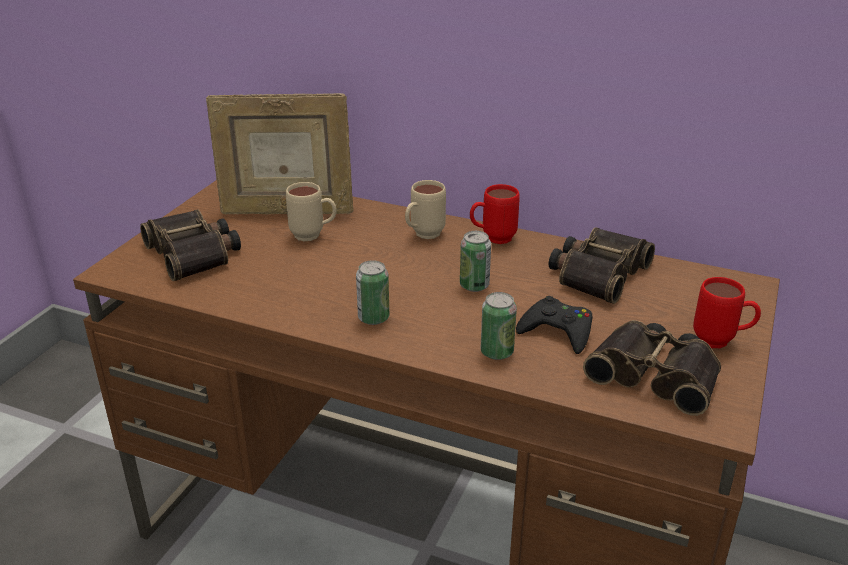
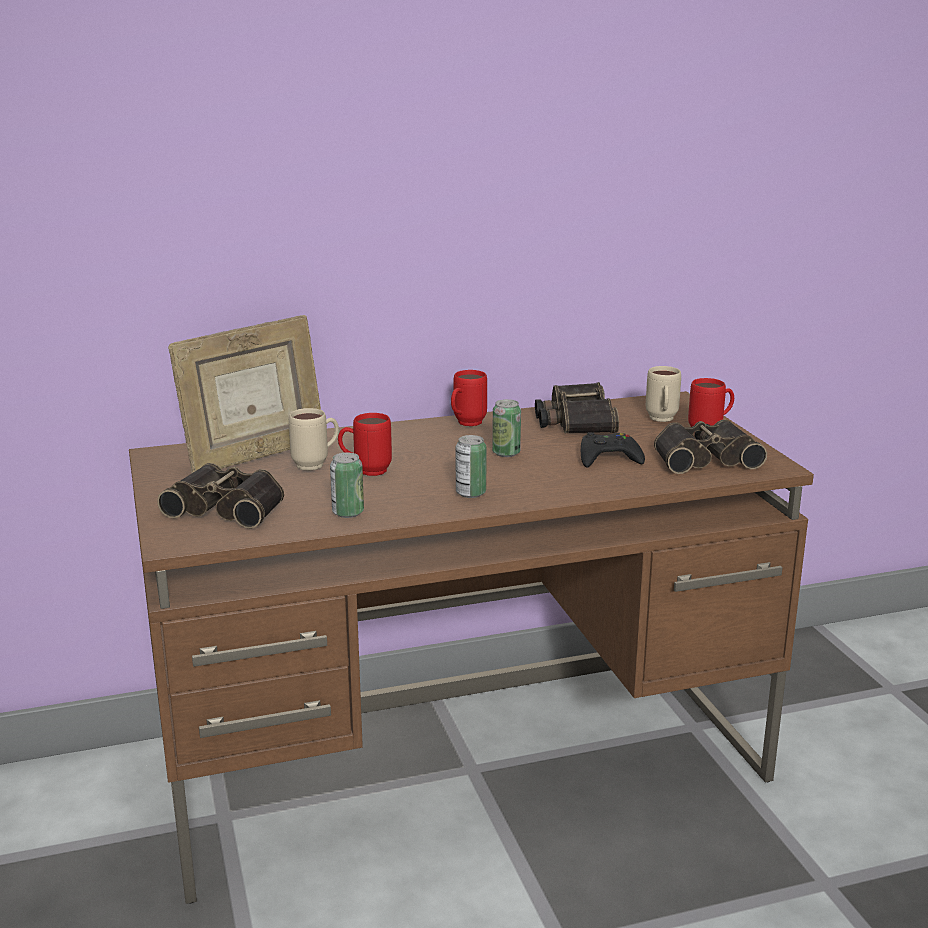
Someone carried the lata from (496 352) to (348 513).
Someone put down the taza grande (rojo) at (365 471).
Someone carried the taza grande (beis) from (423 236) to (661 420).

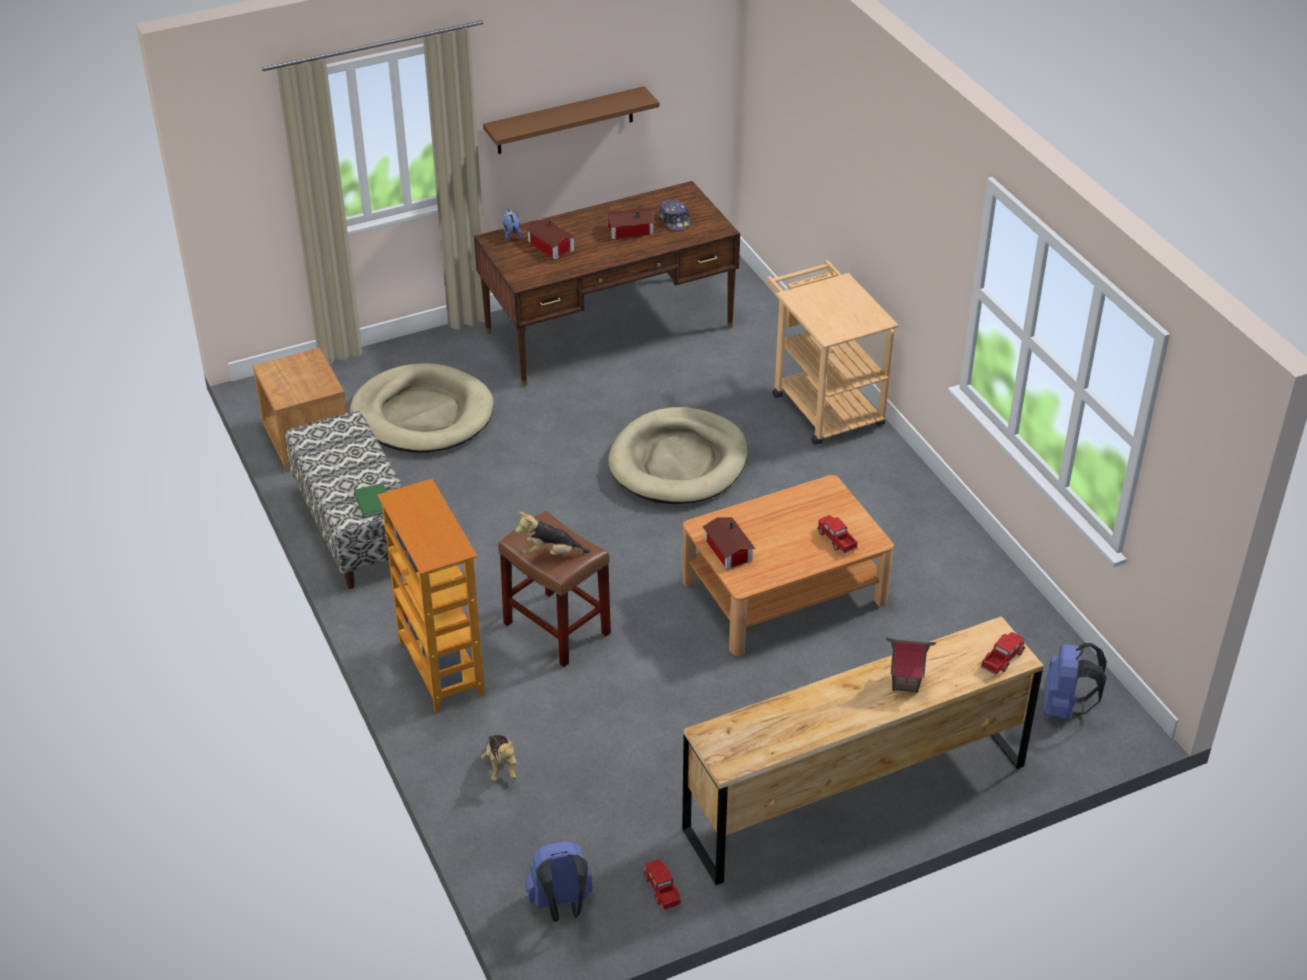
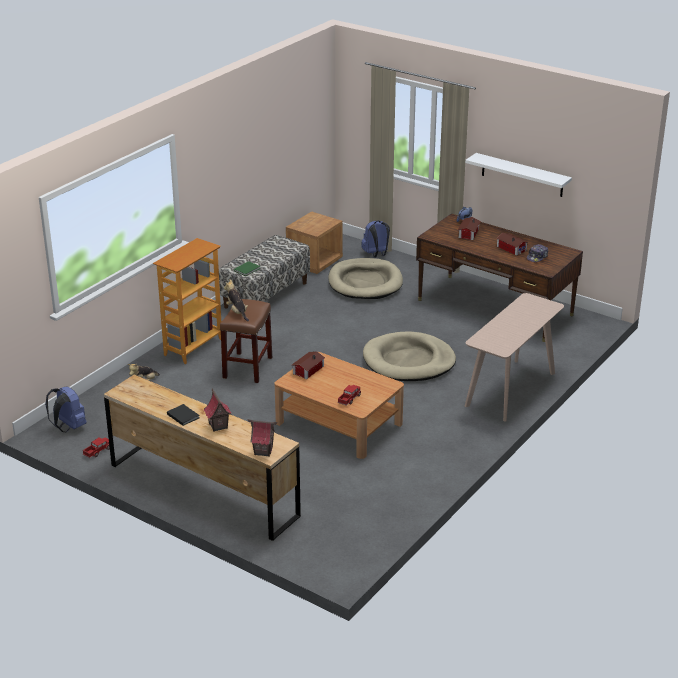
Someone put down the libro (negro) at (183 415).
Someone swapped the camión de juguete at (1002 659) for the casita at (263 451).
Someone carried the mochila (azul) from (1065 707) to (376 254).
Someone repainted the estante (marrón) at (565 120), which became the estante (blanco) at (522 175).
Someone swapped the carrito (beis) at (822 404) for the mesa consola (beis) at (511 389).

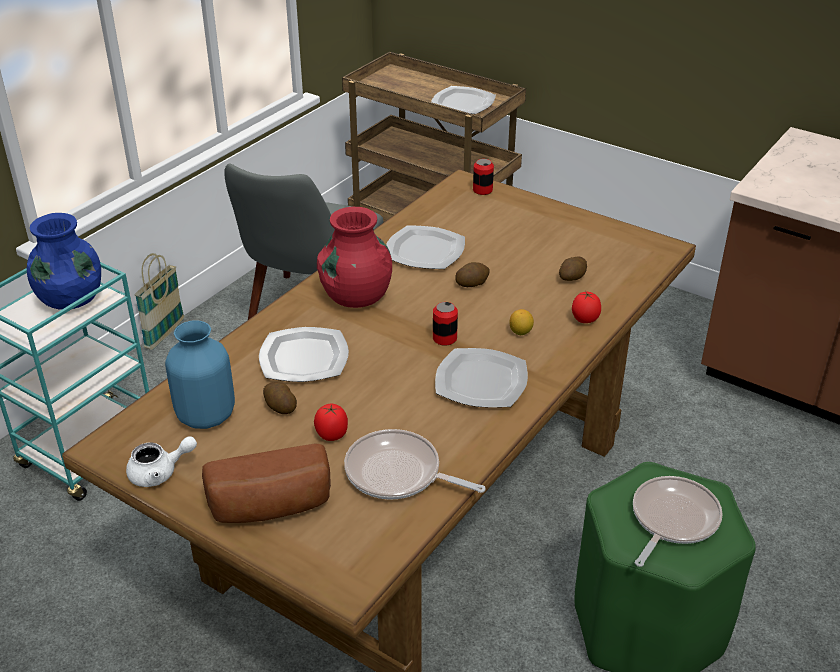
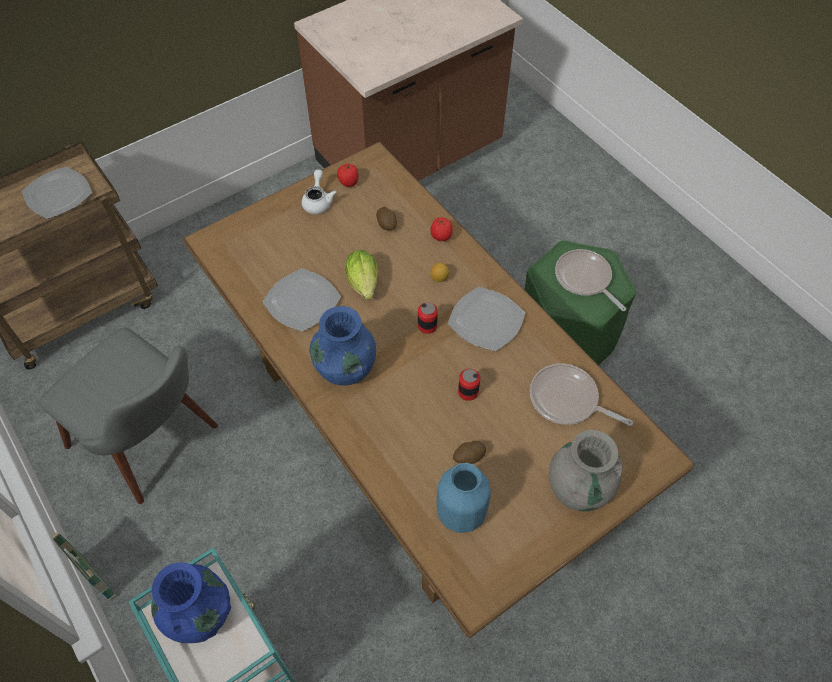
Someone carried the tetera (blanco) from (160 473) to (318 201).
Someone repainted the florero (rojo) at (356 297), which became the florero (azul) at (345 367).
Someone carried the tomate from (332 435) to (348 183).
Someone swapped the patata at (472 283) for the lechuga at (364 286).
Someone carried the lata from (482 190) to (468 392).
Someone rotated the sartén at (398 474) by 75 degrees clockwise.
Someone swapped the pan at (271 507) for the florero (gris) at (579 488).
Someone took away the plato at (303 357).

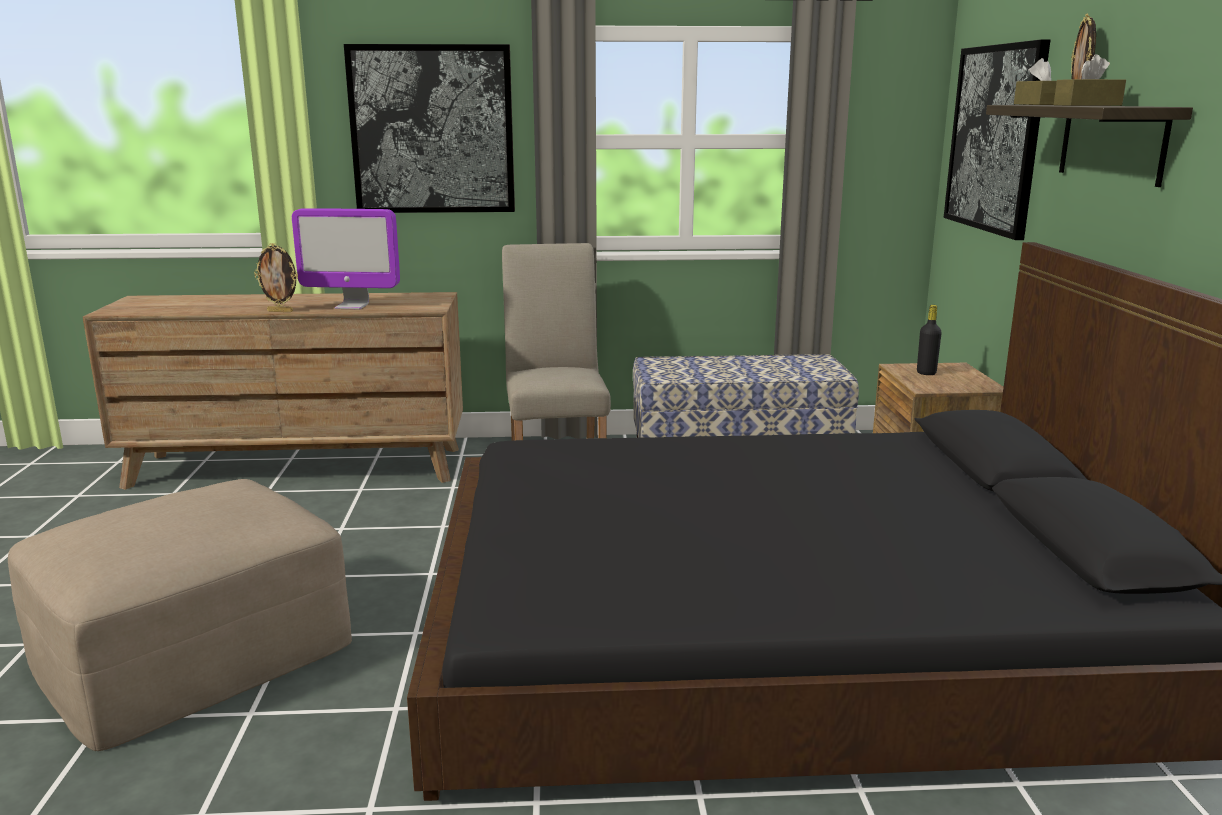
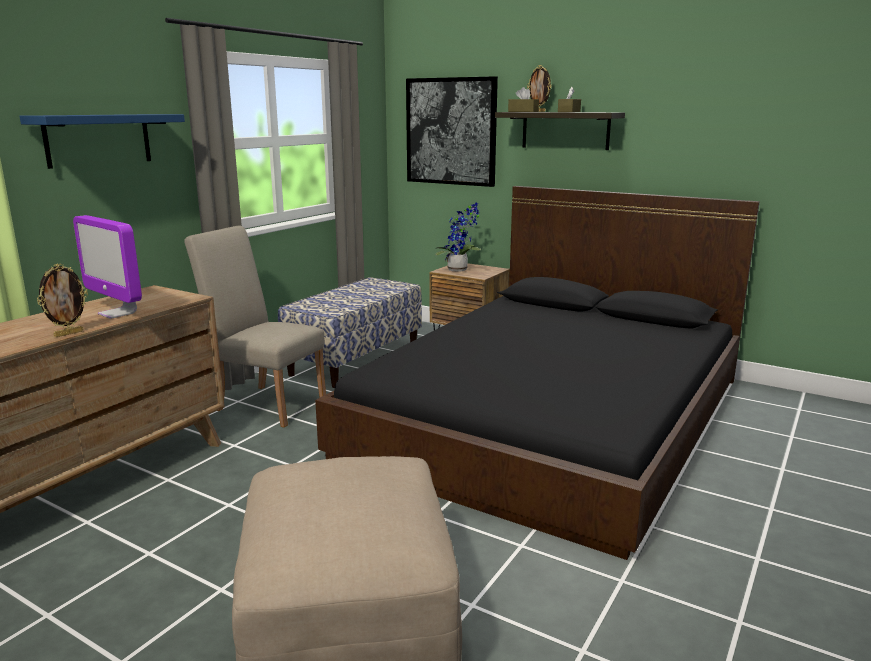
Someone swapped the cuadro at (432 130) for the estante (azul) at (98 139).
Someone rotated the monitor at (352 306) by 90 degrees clockwise.
Someone swapped the botella (negro) at (926 373) for the planta en maceta at (460 270).

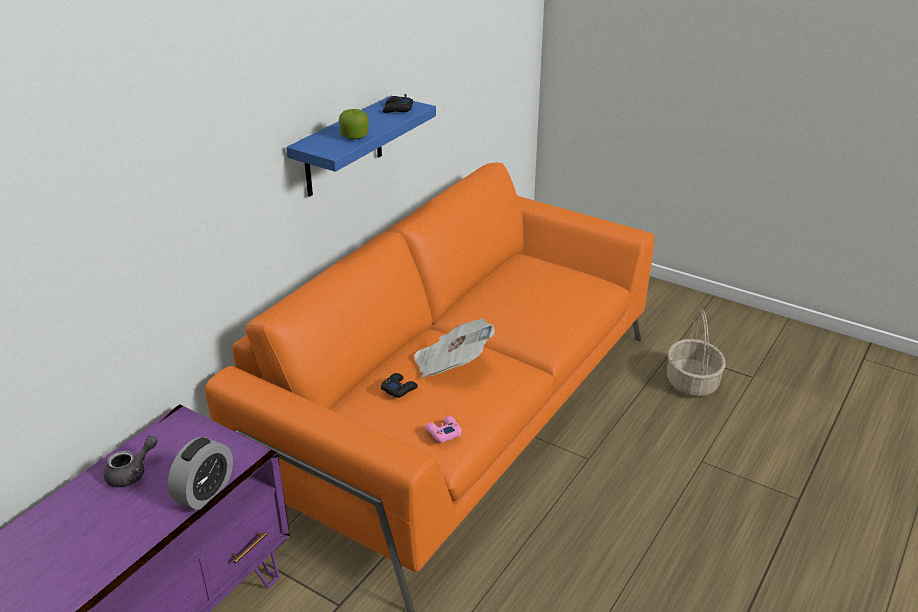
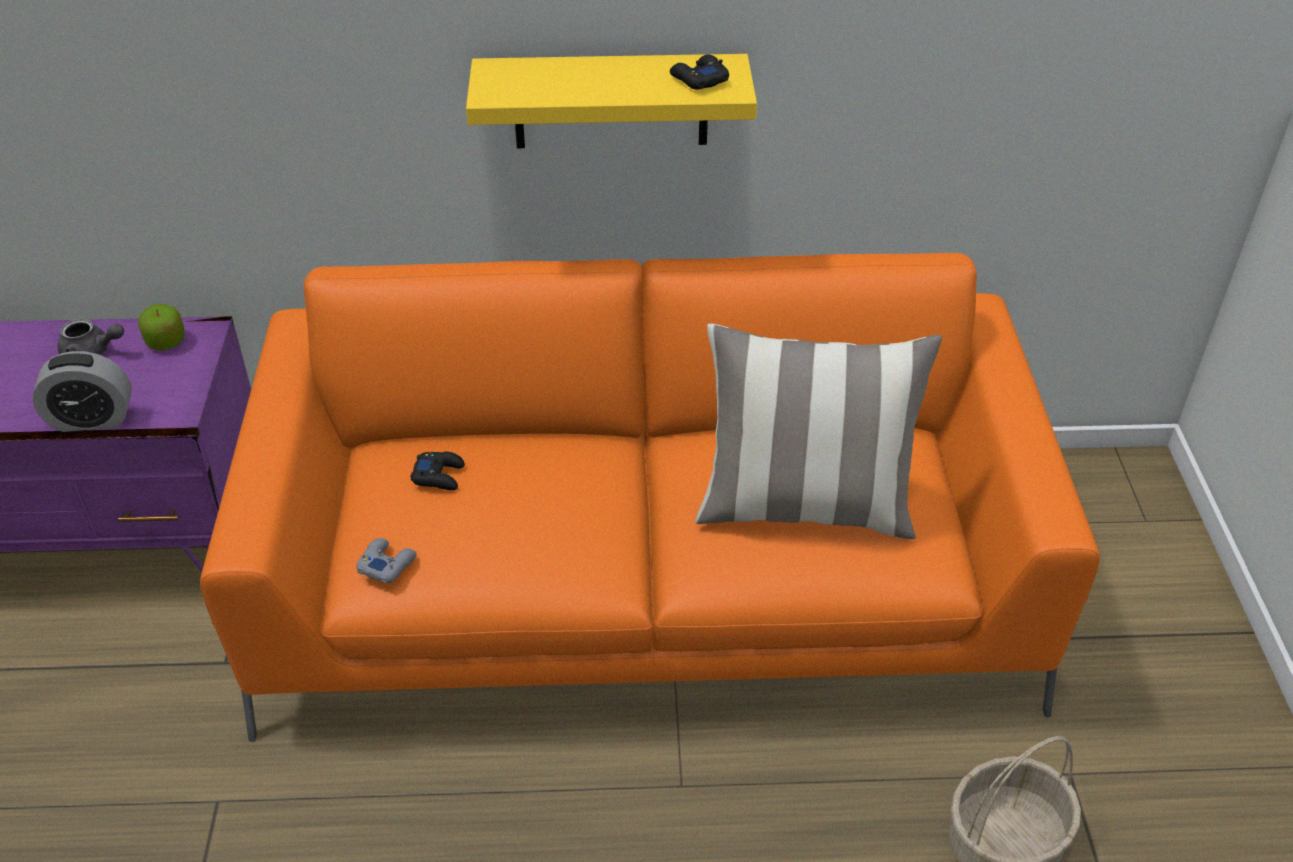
Someone carried the manzana from (354 136) to (166 342).
Someone repainted the mando de consola (rosa) at (443 432), which became the mando de consola (gris) at (386 564).
Someone repainted the estante (azul) at (343 147), which became the estante (amarillo) at (611 101).
Someone put down the cojín at (805 506).
Someone took away the periódico at (452 365).

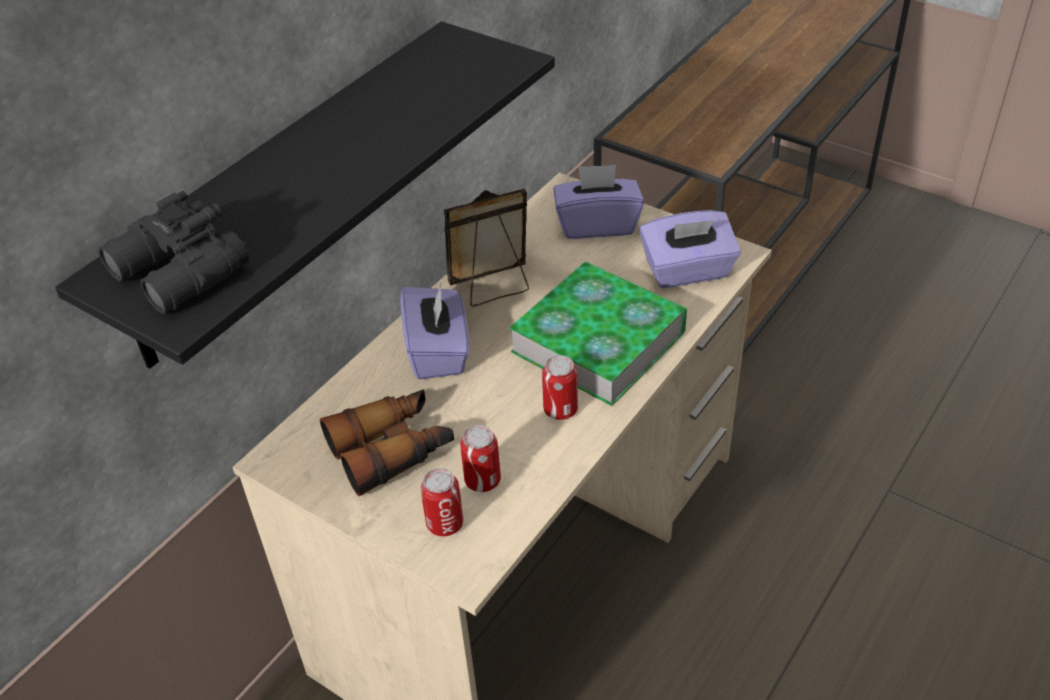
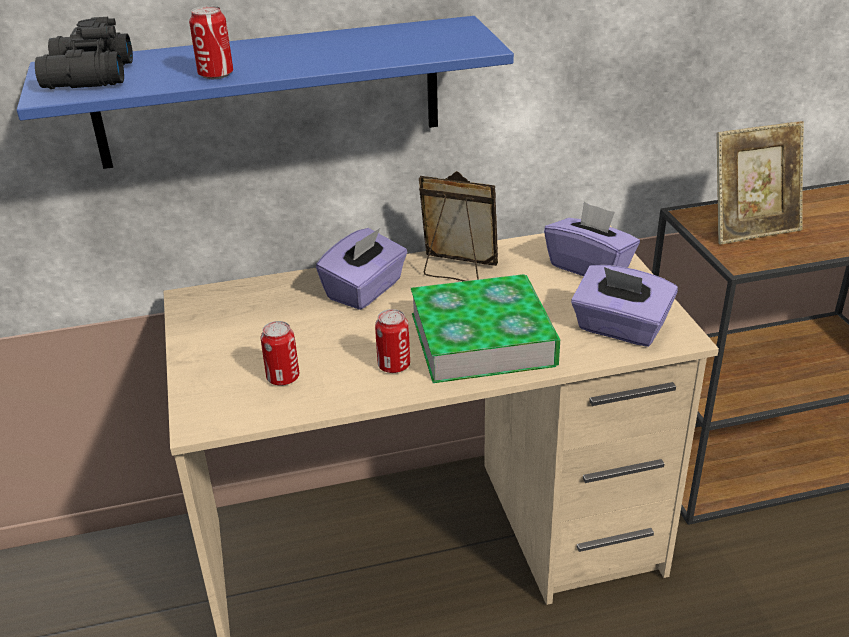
Someone repainted the estante (negro) at (287 193), which became the estante (azul) at (269 93).
Someone carried the lata from (445 523) to (216 74).
Someone put down the portarretratos at (752 229).
Someone took away the prismáticos at (392 449).

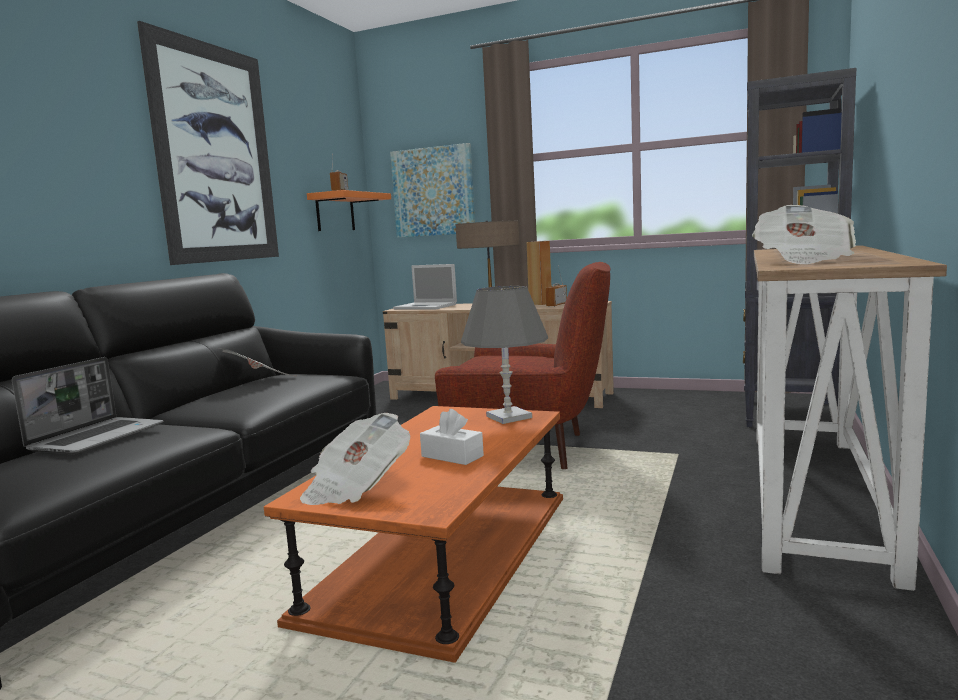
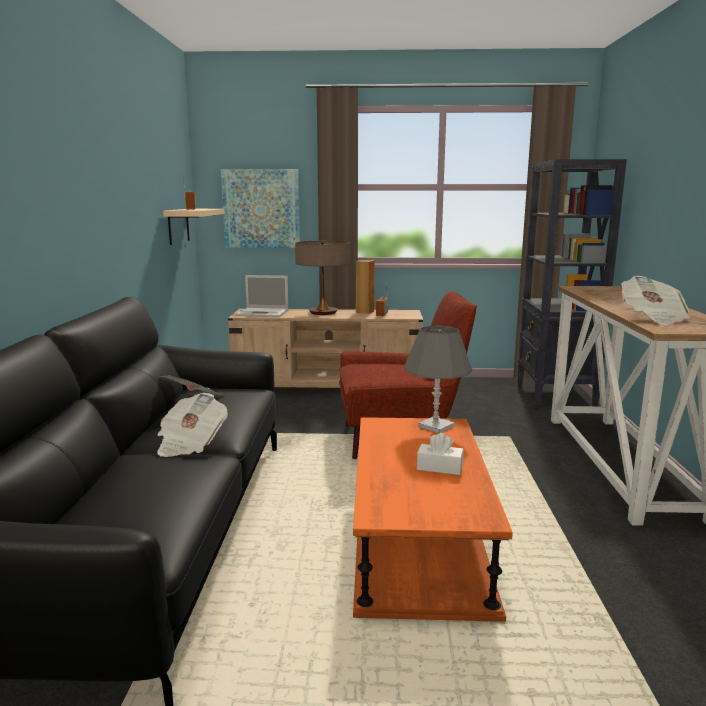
Someone carried the periódico from (356 488) to (190 443).
Someone repainted the estante (naranja) at (335 212), which became the estante (beis) at (178 226).
Someone took away the portátil at (98 437).
Someone took away the cuadro at (216 154).

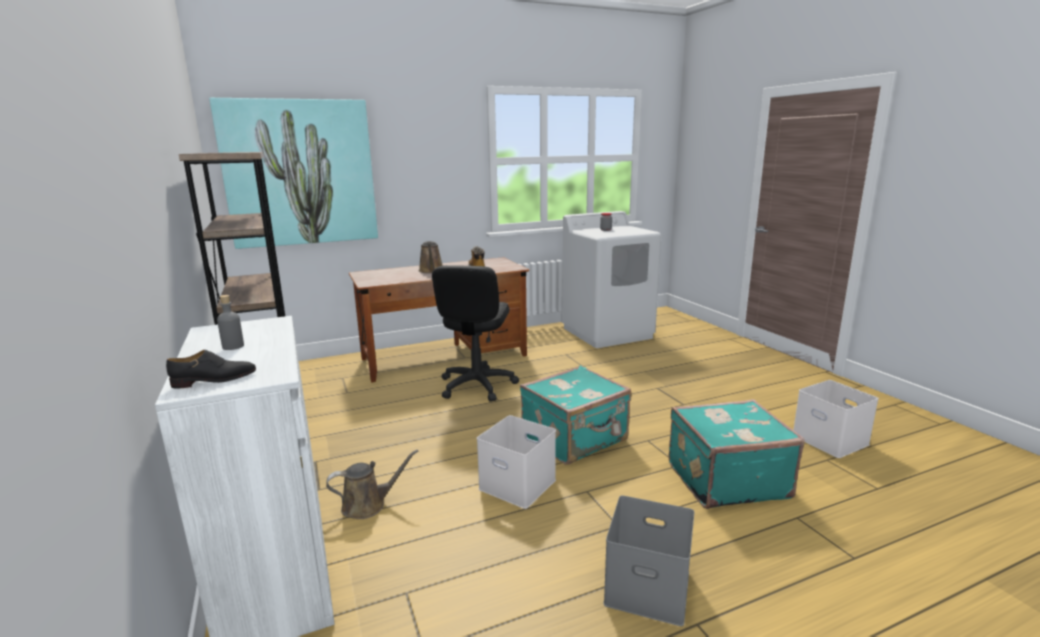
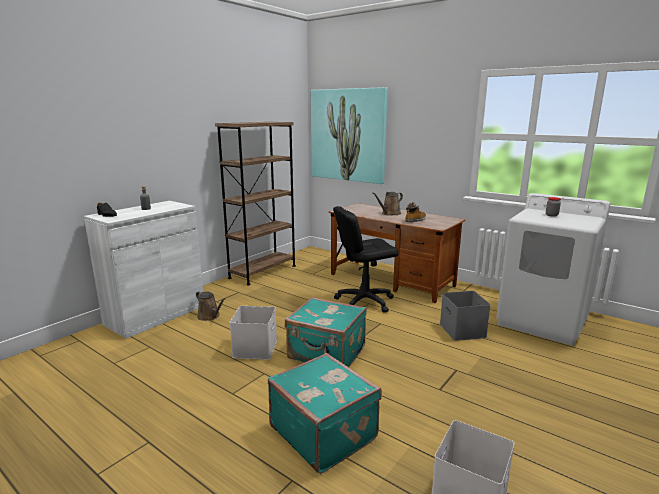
Someone carried the caja de almacenaje (gris) from (645 588) to (461 330).

